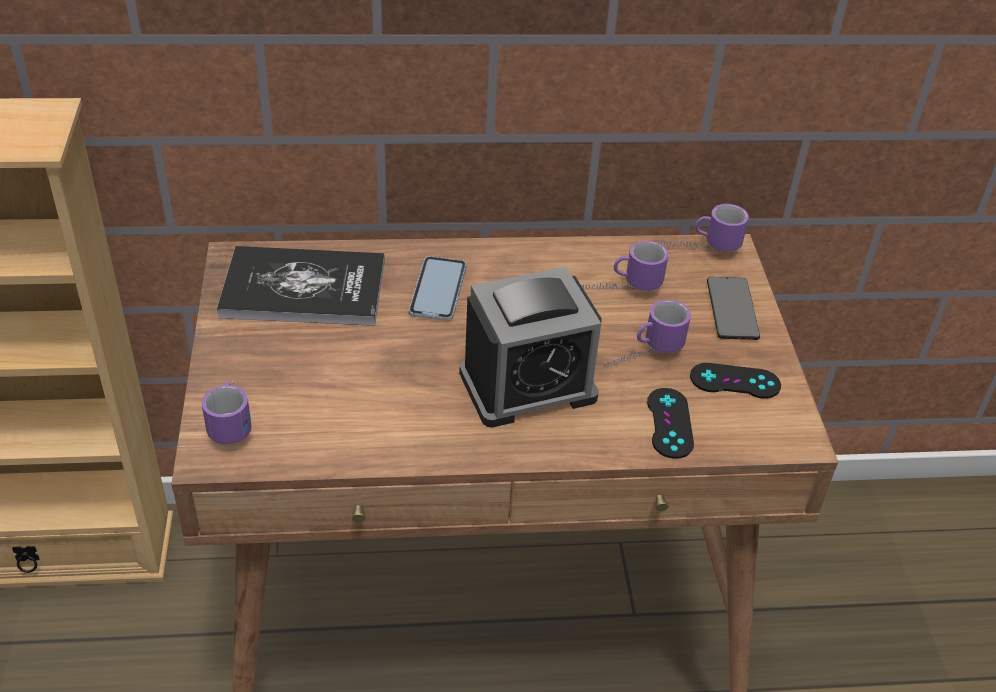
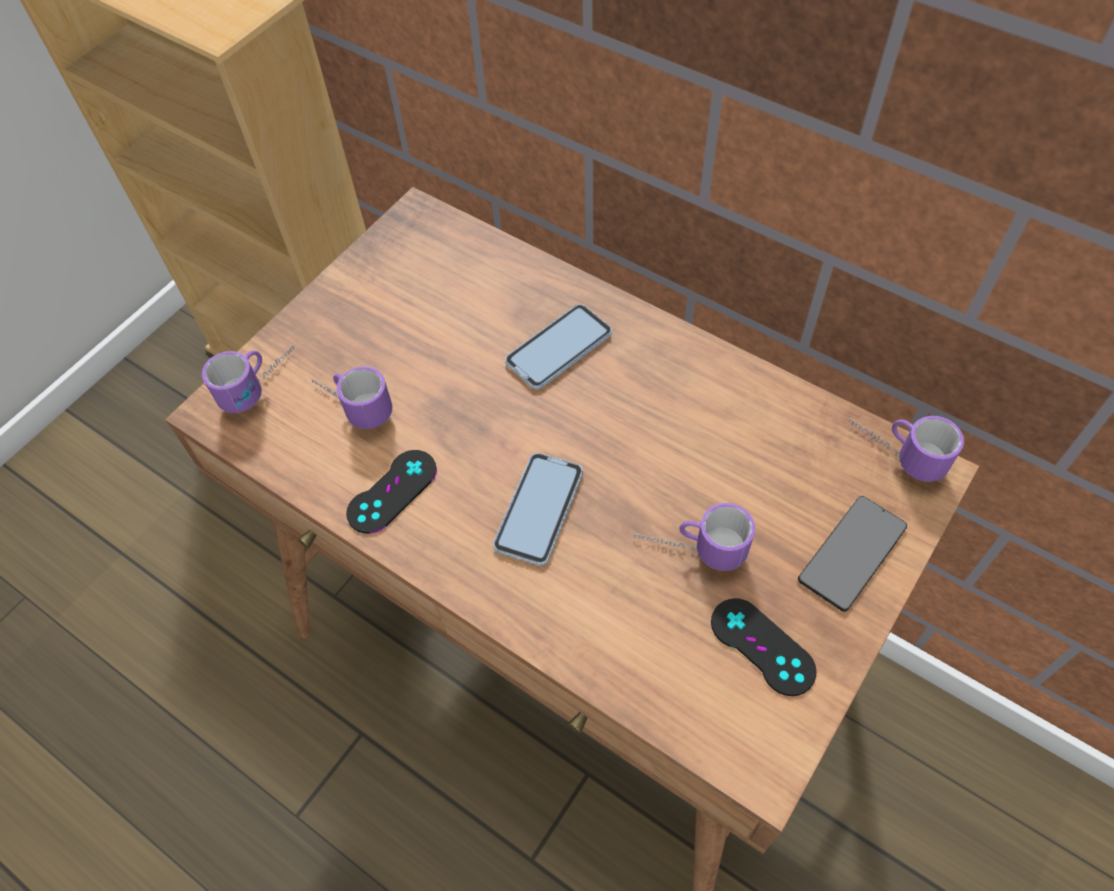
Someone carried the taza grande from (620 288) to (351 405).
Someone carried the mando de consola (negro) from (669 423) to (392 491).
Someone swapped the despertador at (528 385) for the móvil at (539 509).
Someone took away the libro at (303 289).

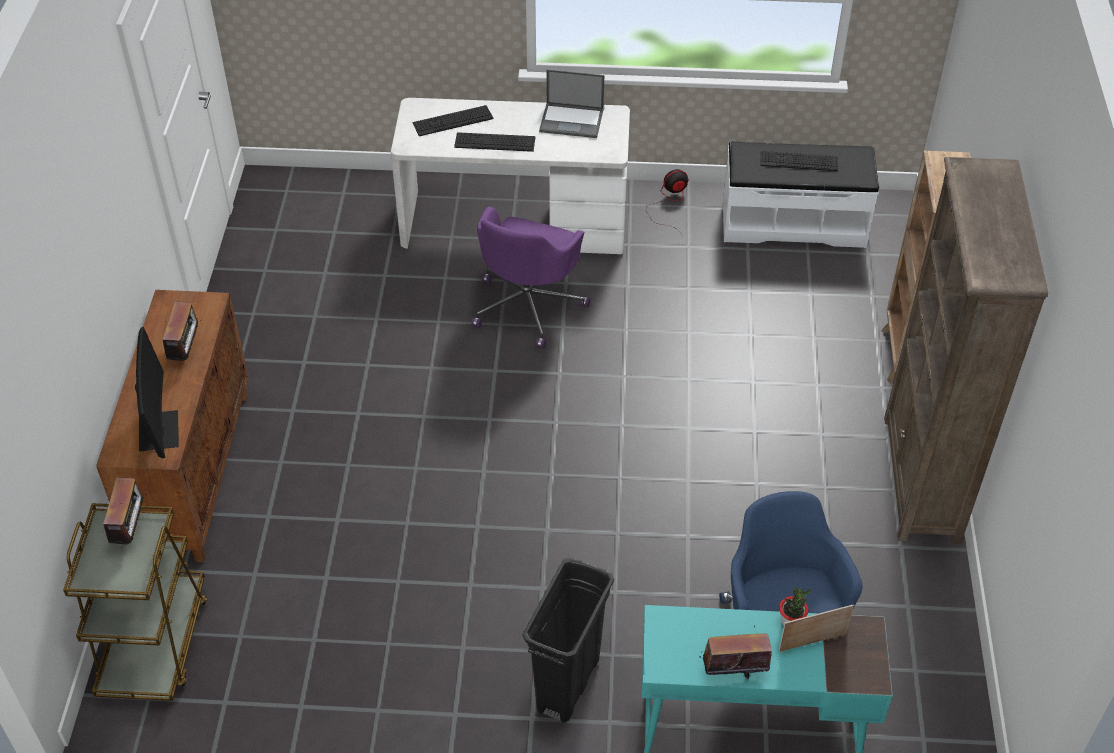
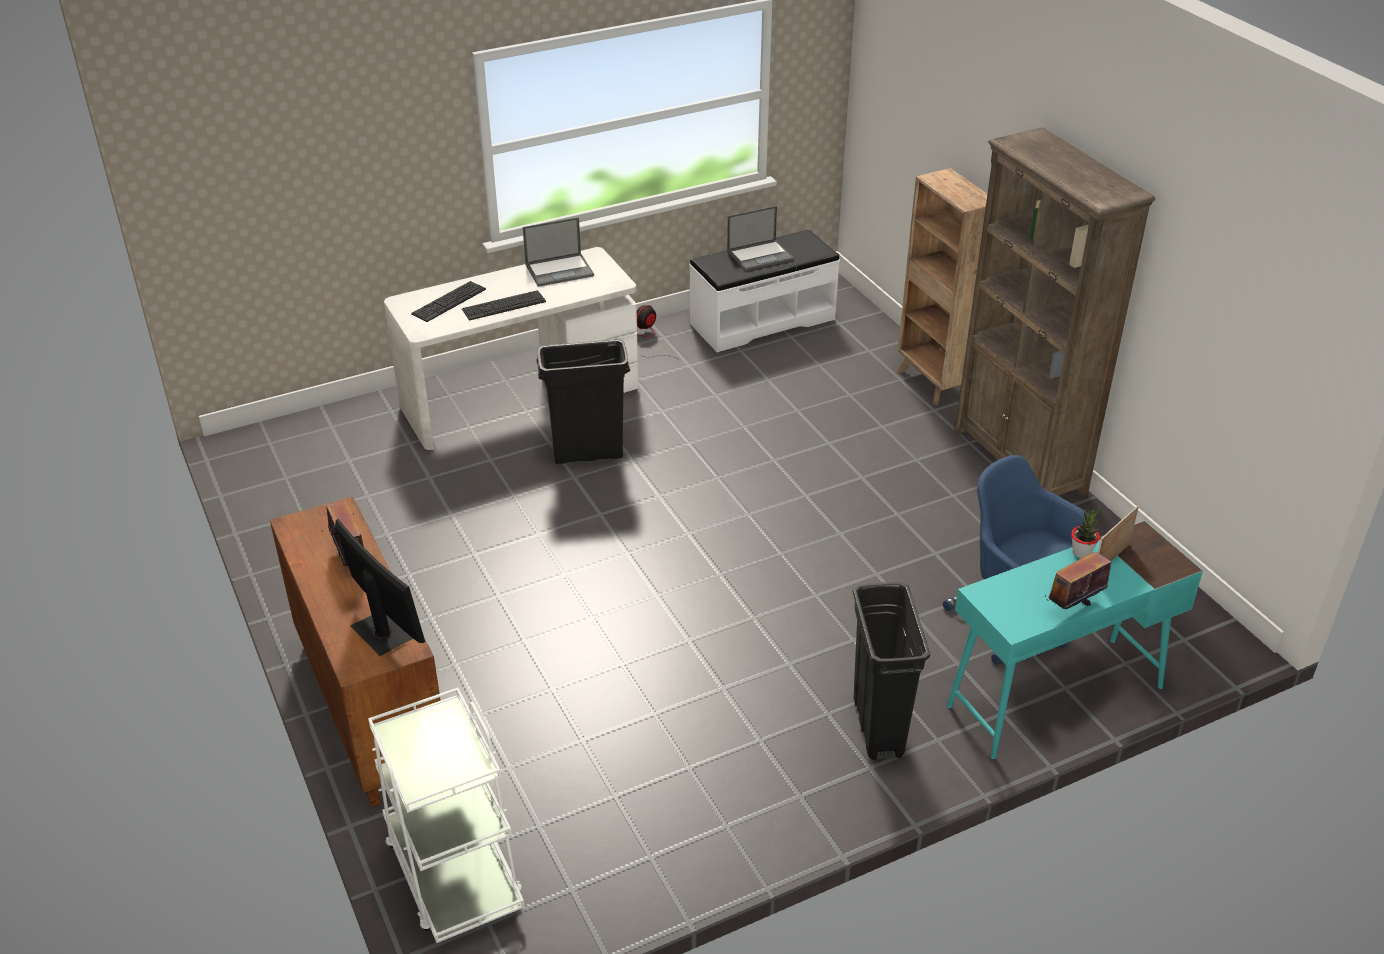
Someone repainted the carrito (marrón) at (154 643), which became the carrito (blanco) at (453 872).
Someone swapped the silla de oficina (morado) at (528 305) for the papelera (negro) at (587 454).
Someone swapped the teclado at (799 161) for the portátil at (760 255).
Someone took away the radio at (130 529).

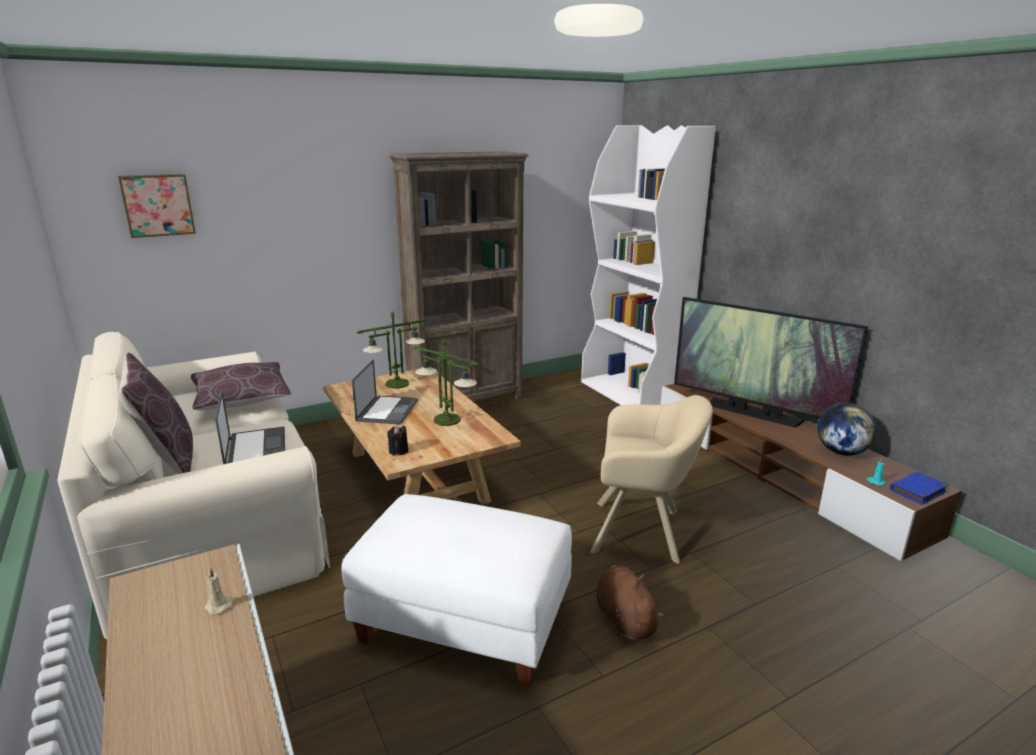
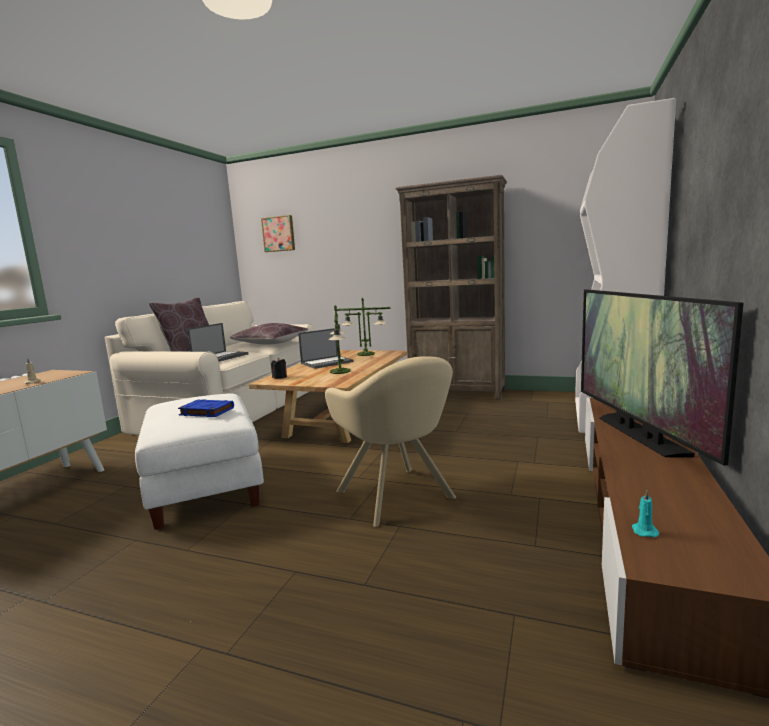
Someone carried the libro (azul) from (917 491) to (206 411).
Someone took away the peluche (marrón) at (623 619).
Someone took away the globo terráqueo at (841 452).

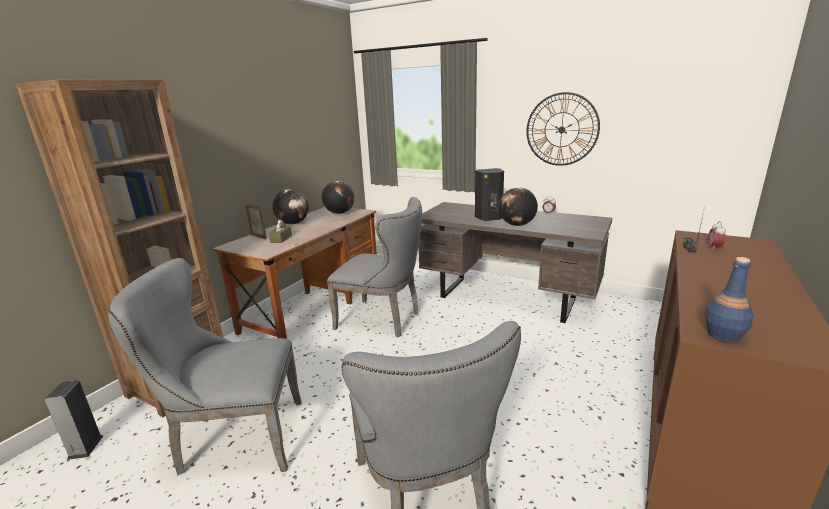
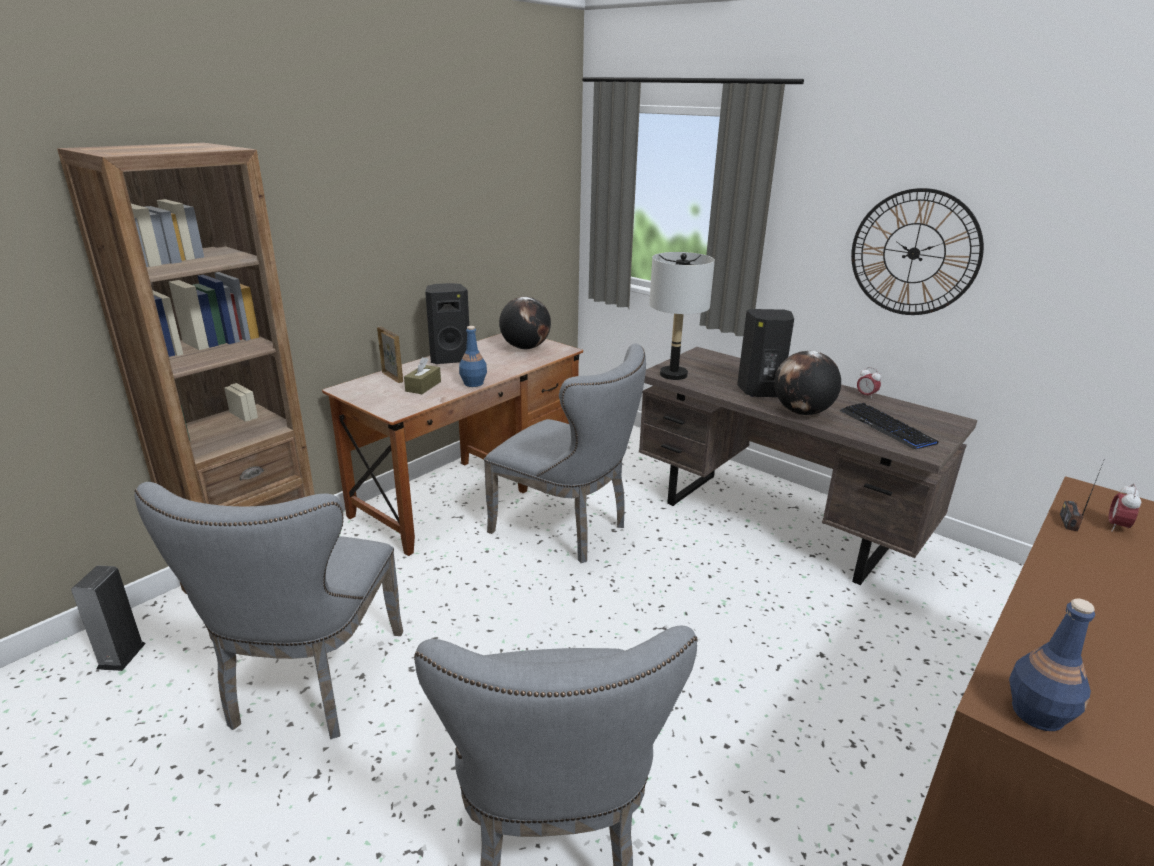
Someone rotated the silla (gris) at (234 439) by 90 degrees counterclockwise.
Someone swapped the globo terráqueo at (293 223) for the altavoz (negro) at (450 359).
Someone put down the botella (azul) at (473 383).
Someone put down the lámpara de mesa (gris) at (673 375).
Someone put down the teclado at (886 427).

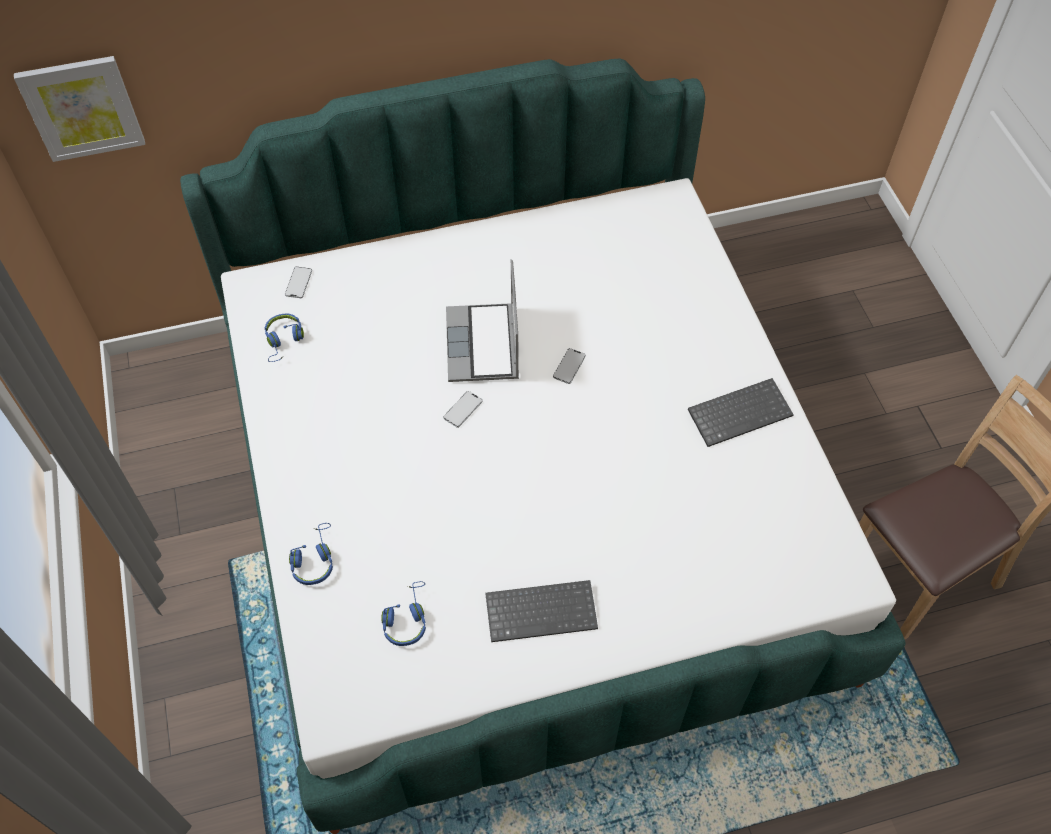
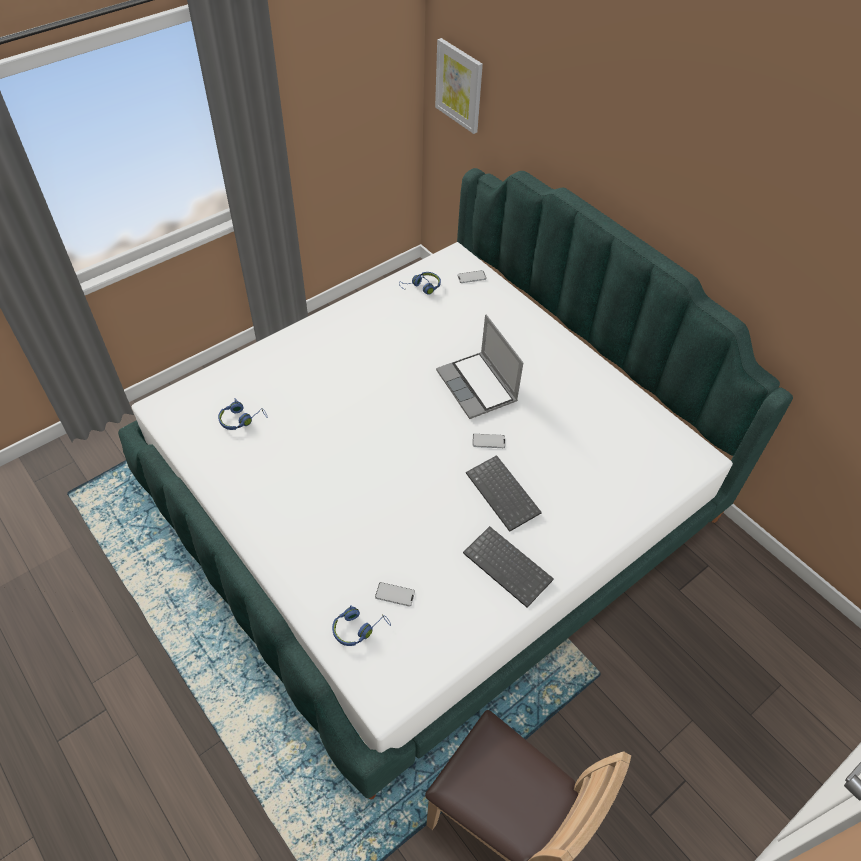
Someone carried the auriculares (azul) from (314 560) to (359 628).
Someone carried the móvil from (463 409) to (395 594).
Someone rotated the portátil at (484 346) by 90 degrees counterclockwise.
Someone carried the teclado from (542 610) to (504 494).

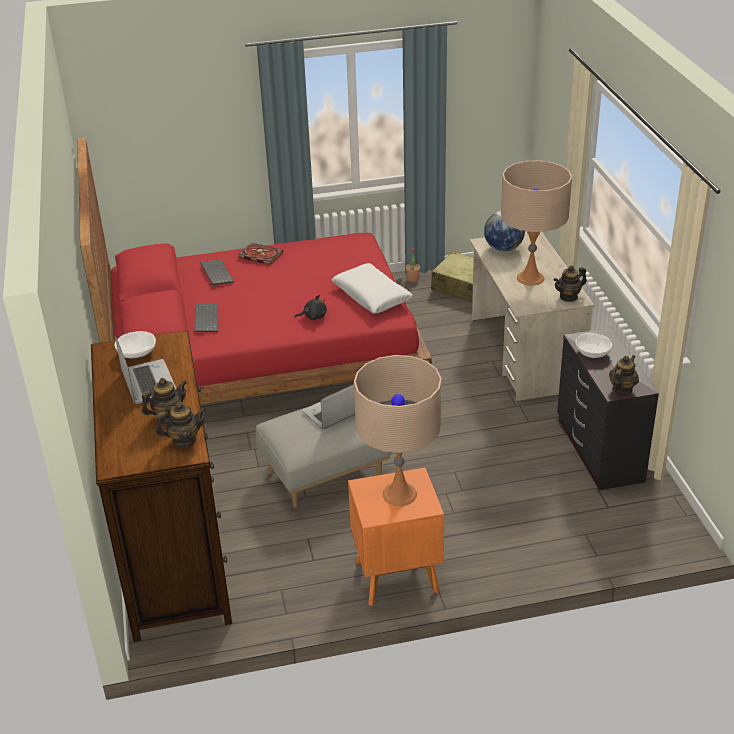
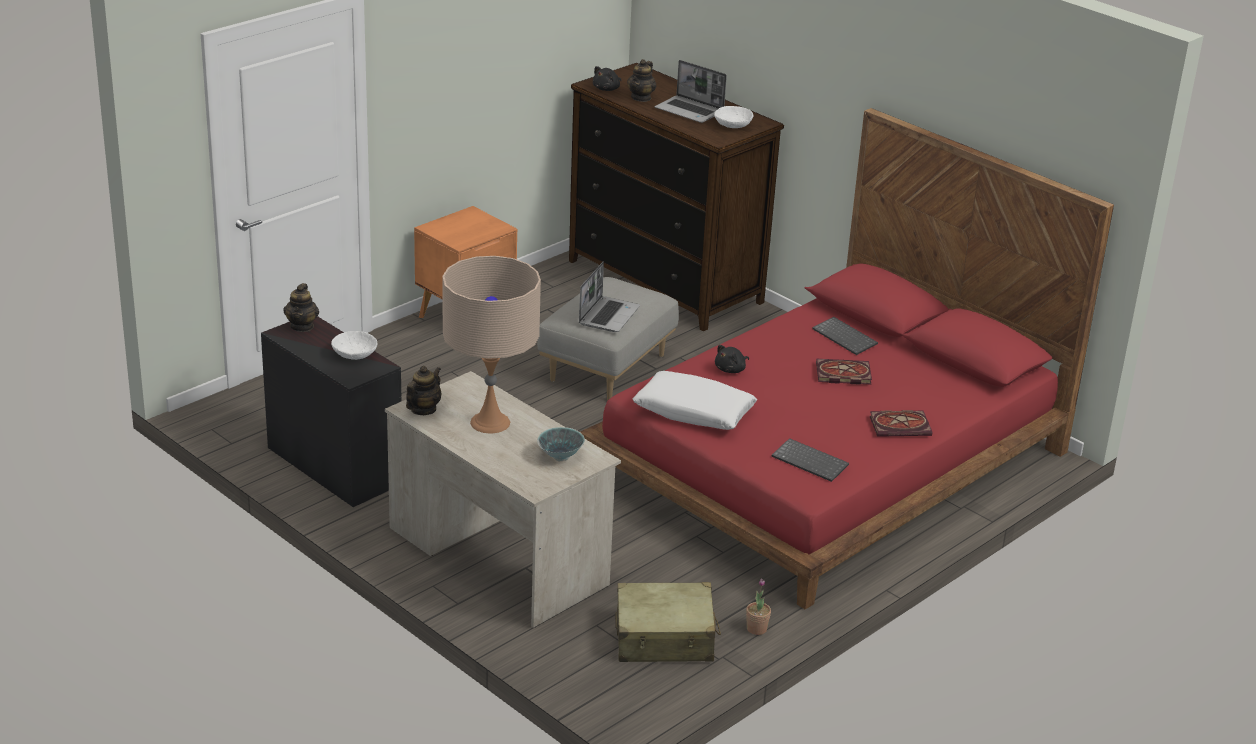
Someone swapped the globo terráqueo at (503 248) for the cuenco at (561 456).
Someone swapped the tetera at (184 440) for the peluche (negro) at (607 89).
Someone carried the teclado from (215 273) to (811 461).
Someone put down the libro at (842 374).
Someone took away the lámpara de mesa (beis) at (399 494).

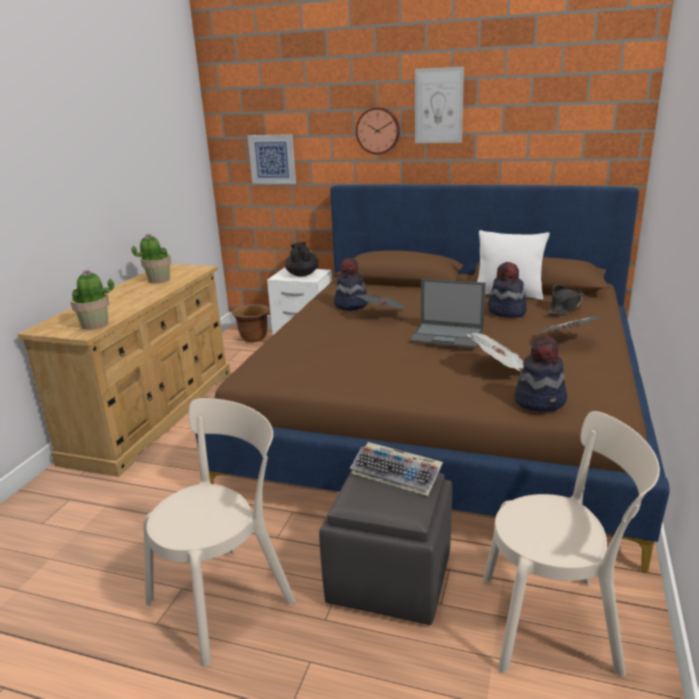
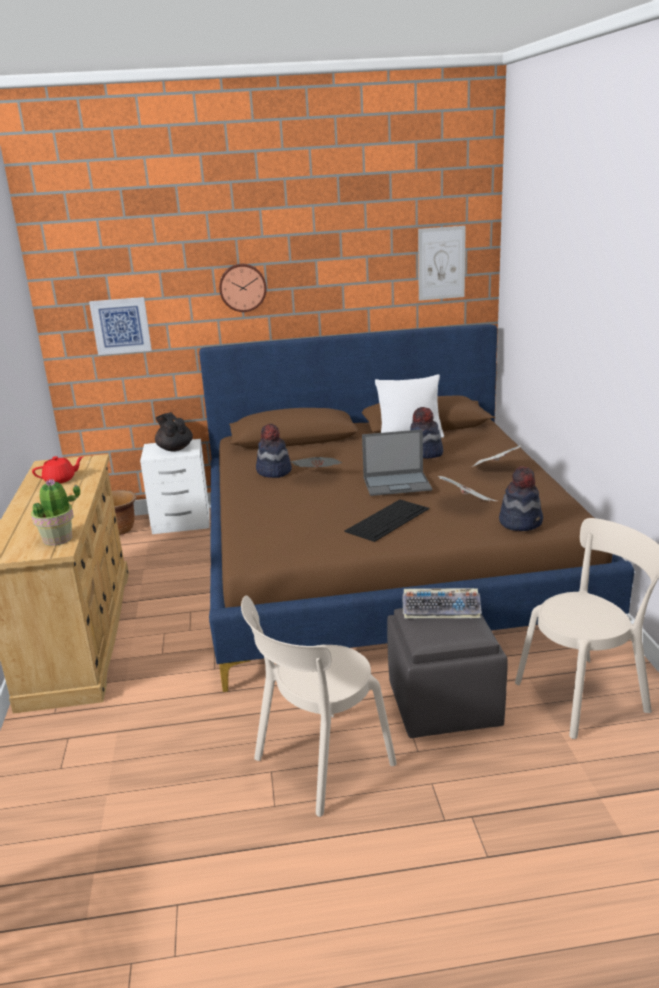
Someone swapped the planta en maceta at (158 280) for the tetera (rojo) at (60 480).
Someone rotated the silla (beis) at (226 597) by 150 degrees counterclockwise.
Someone put down the teclado at (388 519).
Someone carried the cuadro from (438 106) to (441 263).
Someone took away the sombrero (negro) at (565 308).

